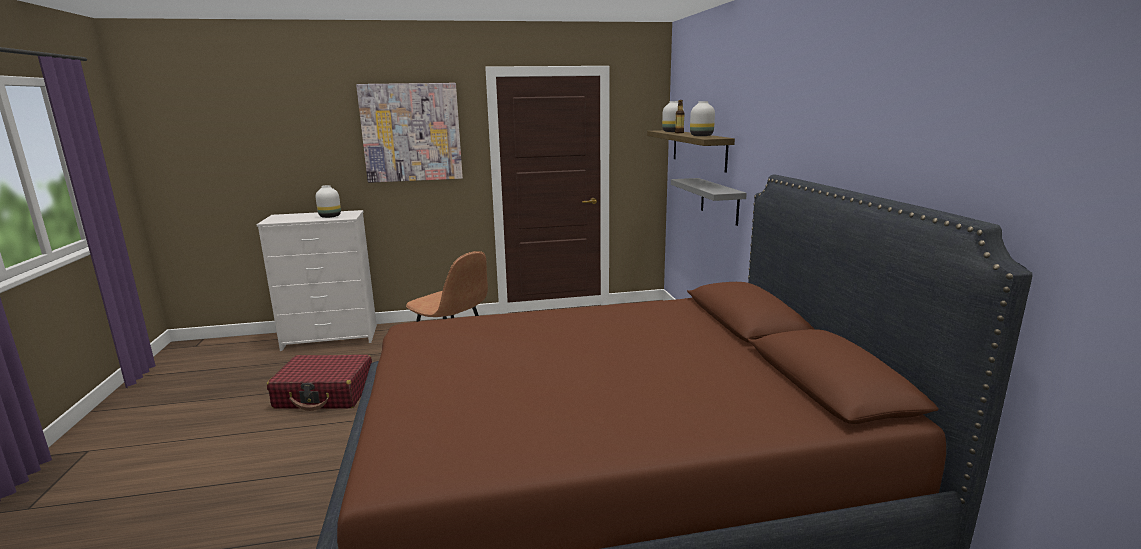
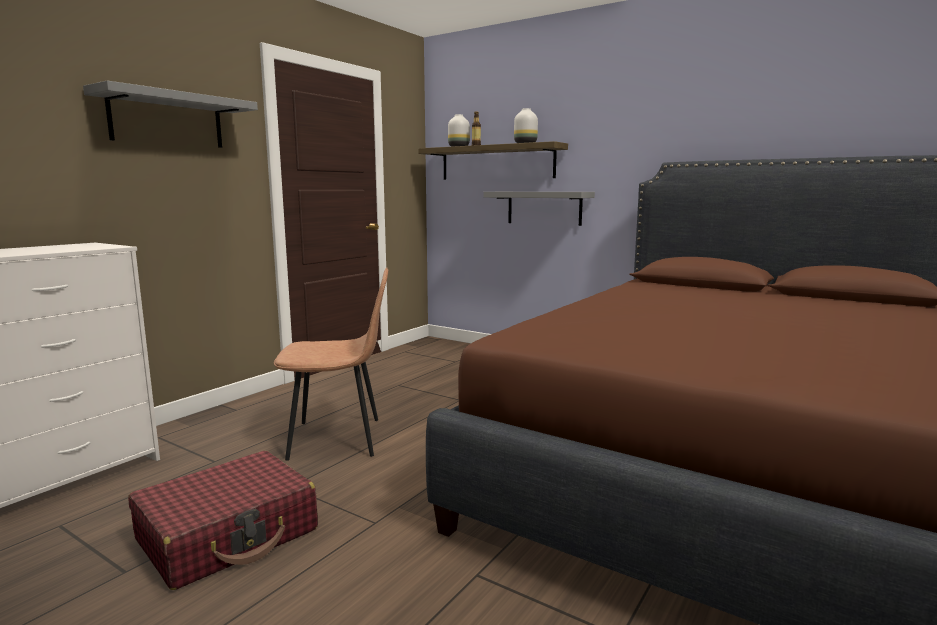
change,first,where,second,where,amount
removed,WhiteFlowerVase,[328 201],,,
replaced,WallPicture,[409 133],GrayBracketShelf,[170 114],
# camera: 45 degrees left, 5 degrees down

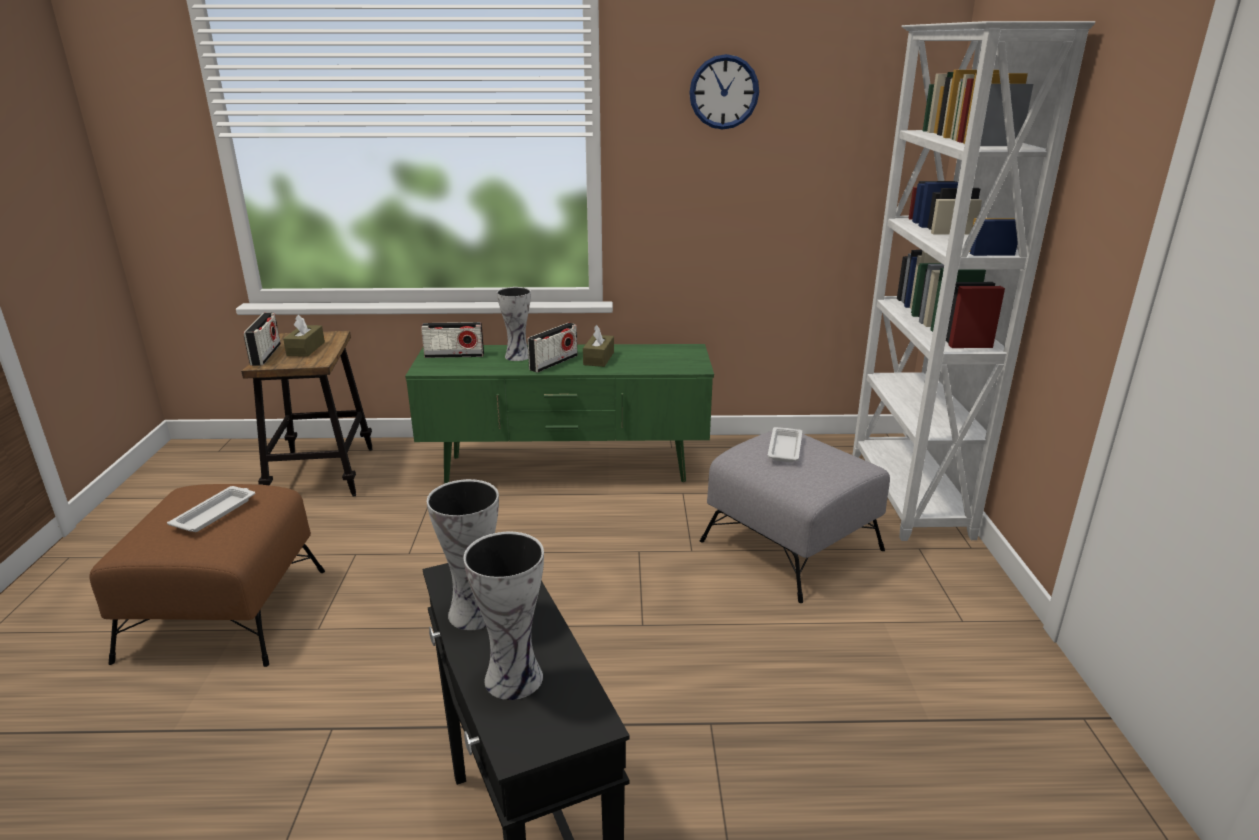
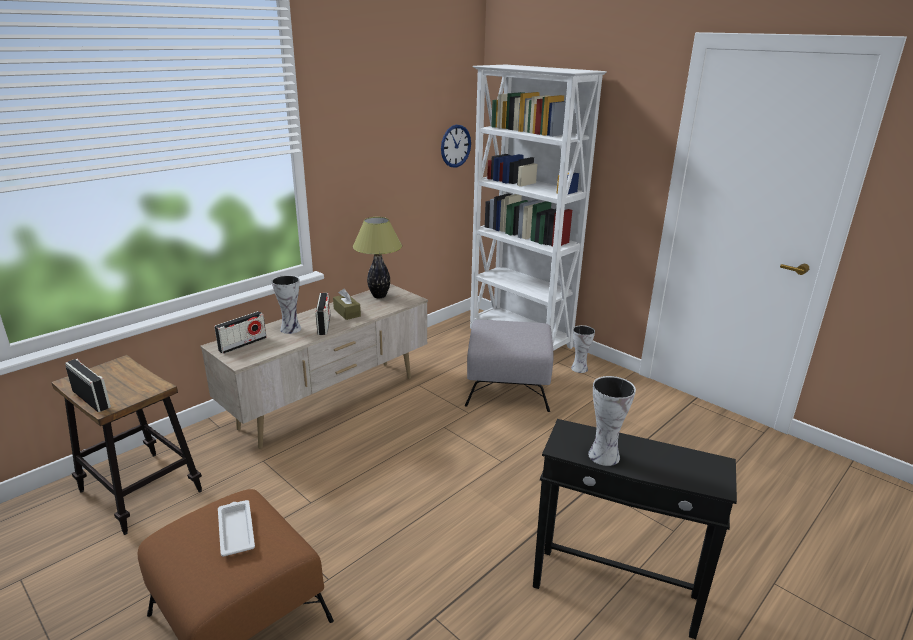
change,first,where,second,where,amount
removed,BrownishBoxOfTissues,[304 336],,,
removed,WhiteTray,[785 445],,,
added,,,TableLamp,[377 257],
moved,FlowerVase,[503 616],,[583 349],
moved,ClockOnTheWall,[724 92],,[456 146],
recoloured,GreenMediaConsole,[559 413],SandColouredMediaConsole,[314 366],
# camera: 45 degrees left, 0 degrees up

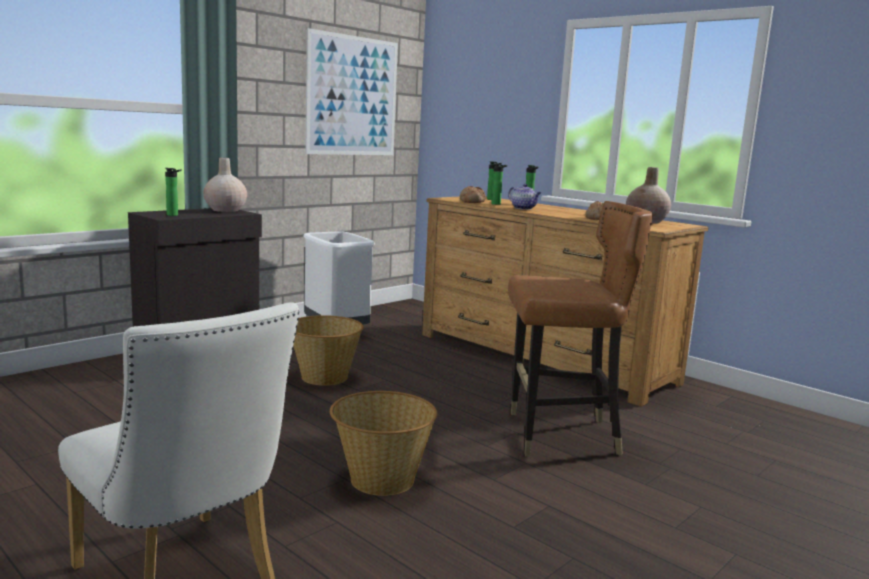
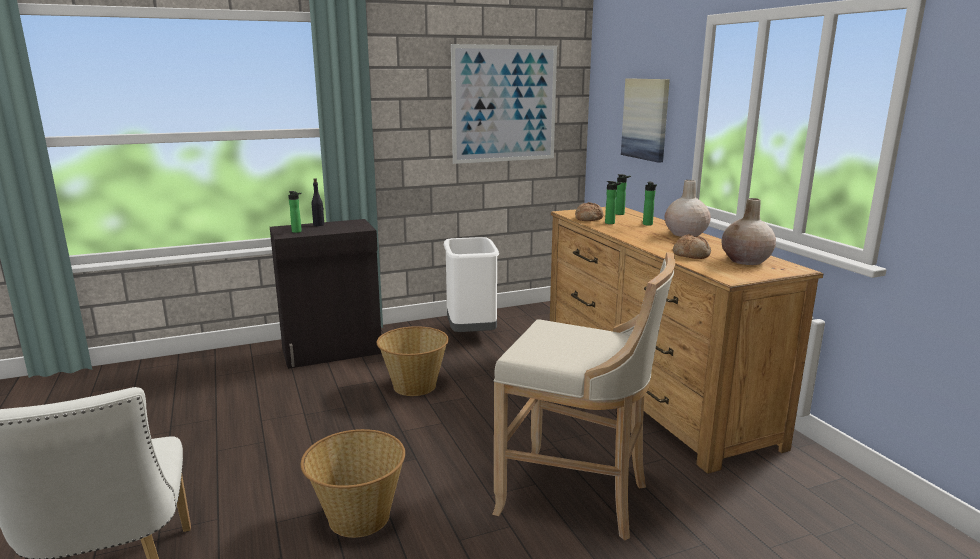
change,first,where,second,where,amount
removed,TeaPot,[525 197],,,
added,,,BlackColouredDrinkBottle,[318 202],
added,,,WallPicture,[645 120],
moved,SandColouredFlowerVase,[225 185],,[688 208],
replaced,BrownishChair,[580 329],SandColouredStool,[583 396],
# camera: 25 degrees right, 5 degrees up

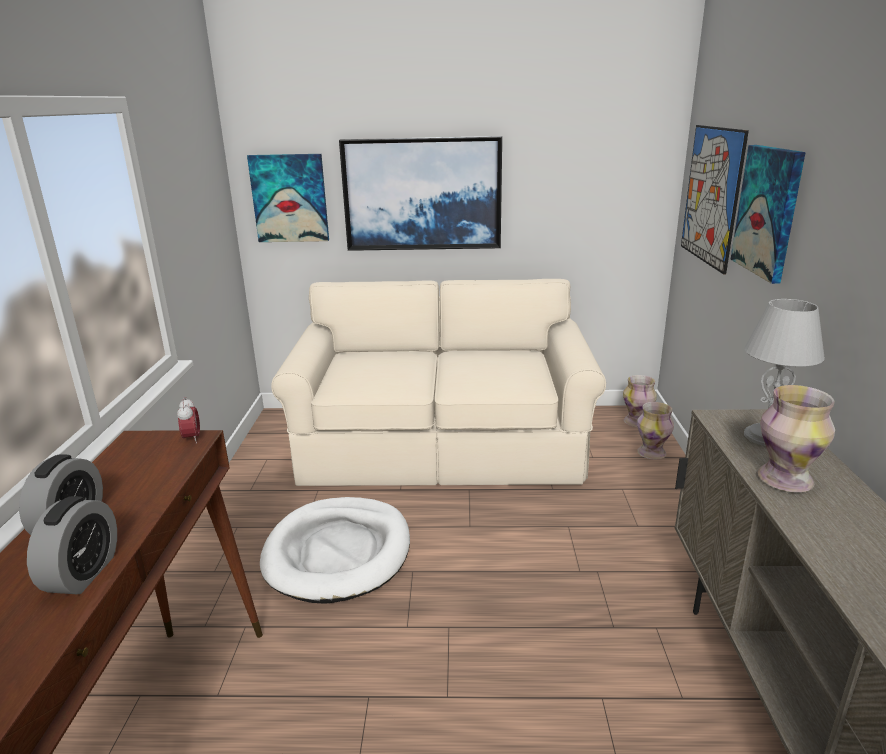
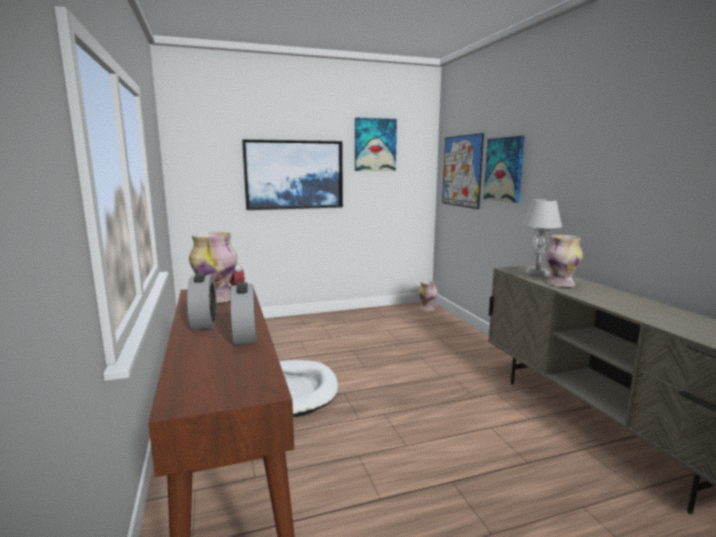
change,first,where,second,where,amount
removed,SandColouredSettee,[438 382],,,
moved,WallPicture,[288 198],,[376 144],
moved,FlowerVase,[655 430],,[213 267],
# camera: 20 degrees left, 10 degrees down

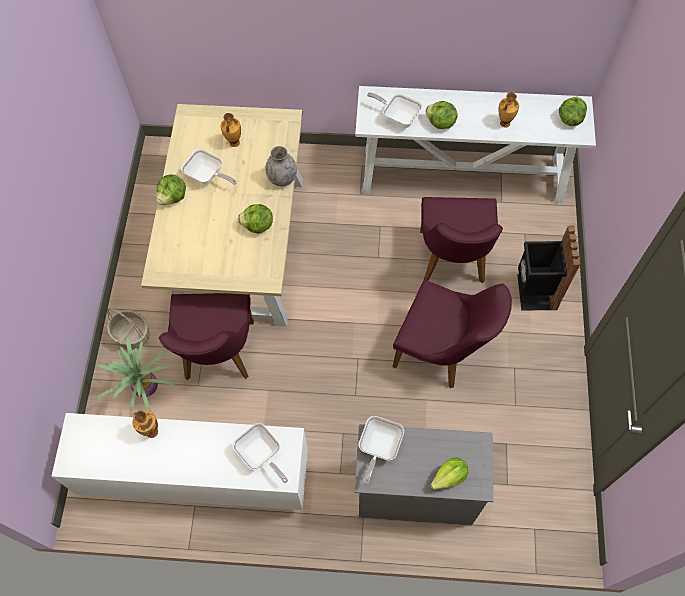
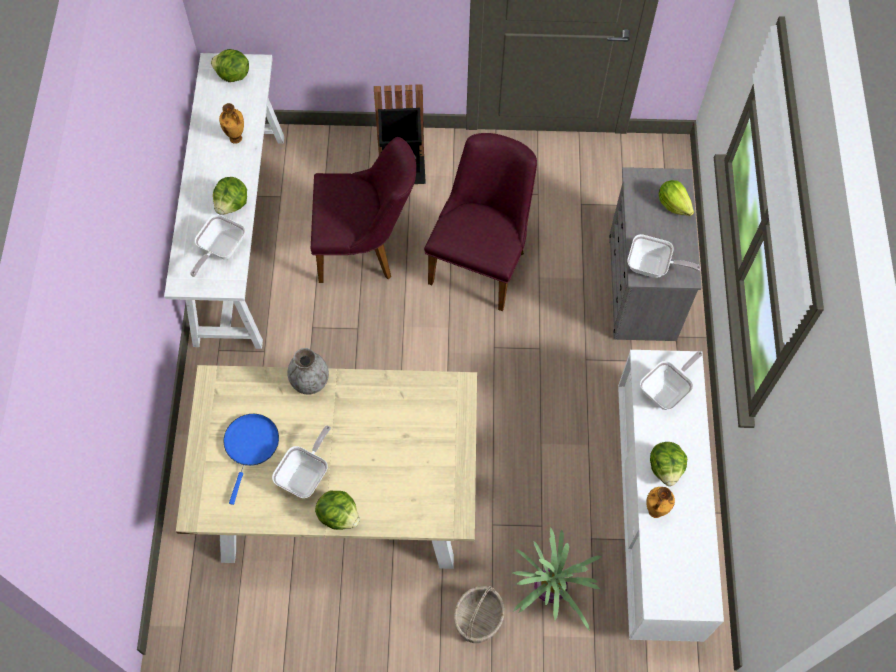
change,first,where,second,where,amount
removed,PurpleColouredChair,[206 336],,,
moved,HeadOfLettuce,[255 219],,[668 464],
replaced,FlowerVase,[231 130],BluishSkillet,[251 459],
# camera: 95 degrees left, 0 degrees up

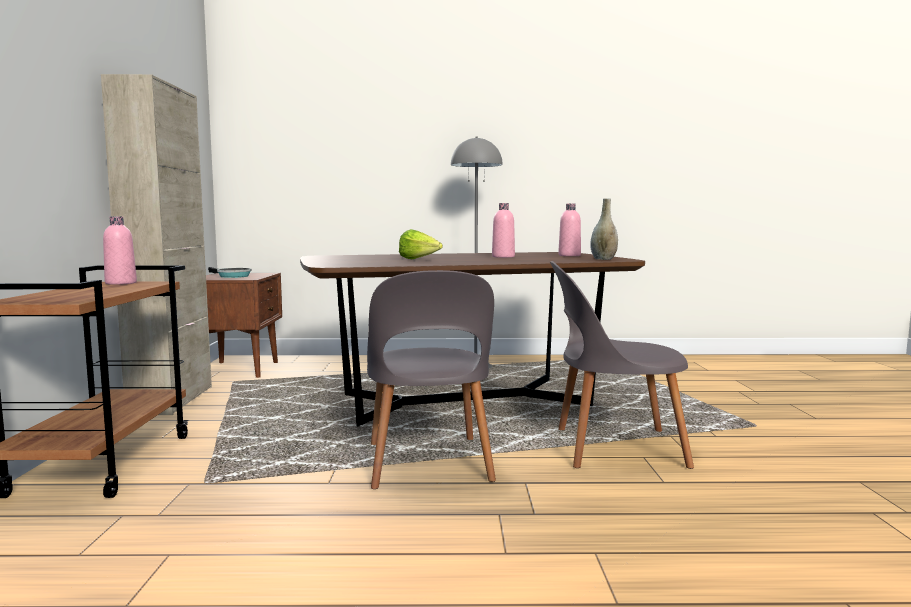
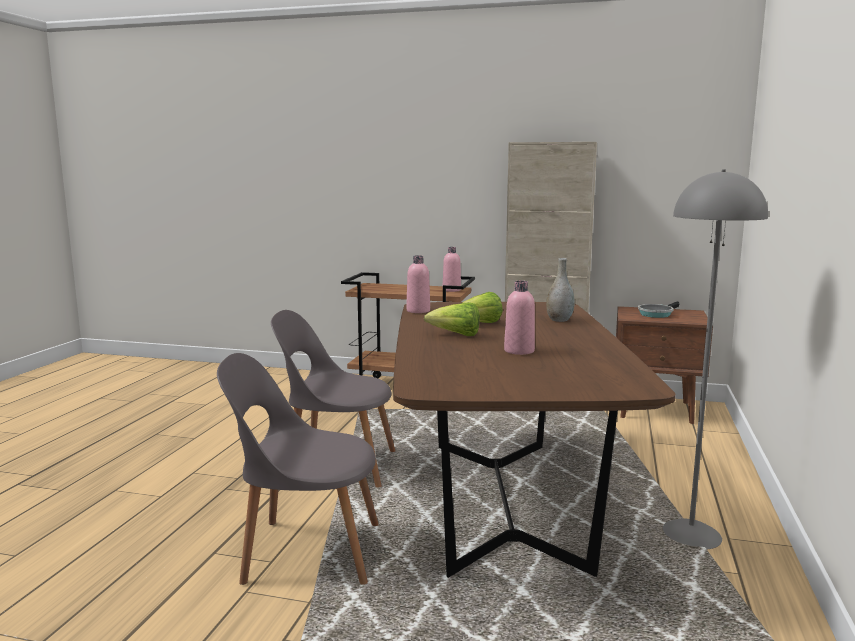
change,first,where,second,where,amount
added,,,HeadOfLettuce,[452 319],
moved,PinkishDrinkBottle,[569 230],,[418 284],
moved,GrayFlowerVase,[604 229],,[560 290],
turned,GrayChair,[622 365],,[298 469],105 degrees counterclockwise
# camera: 105 degrees right, 5 degrees up

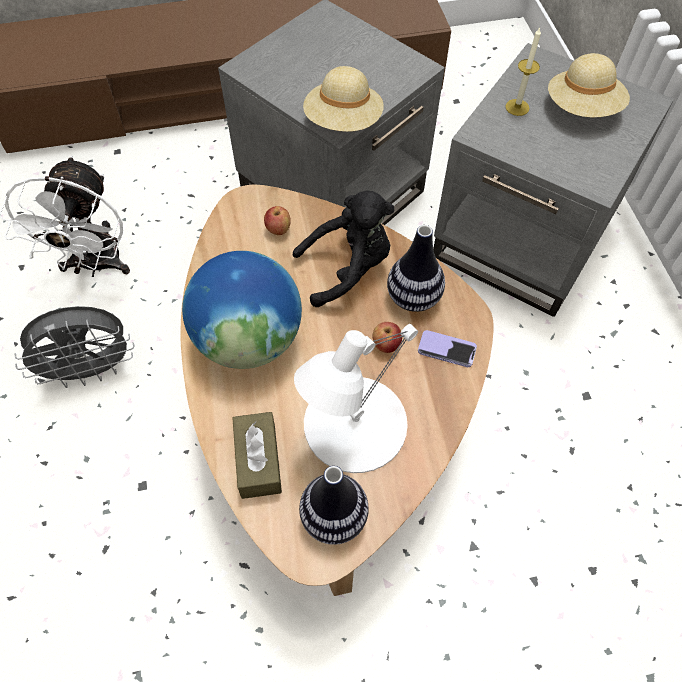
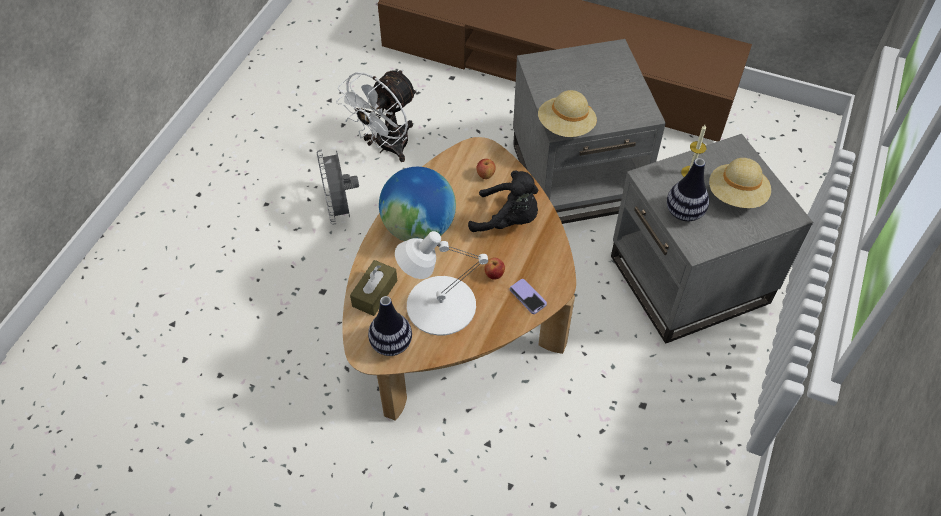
change,first,where,second,where,amount
moved,FlowerVase,[416 268],,[688 190],
turned,GrayFan,[74 347],,[338 187],60 degrees clockwise
# camera: 35 degrees right, 5 degrees down

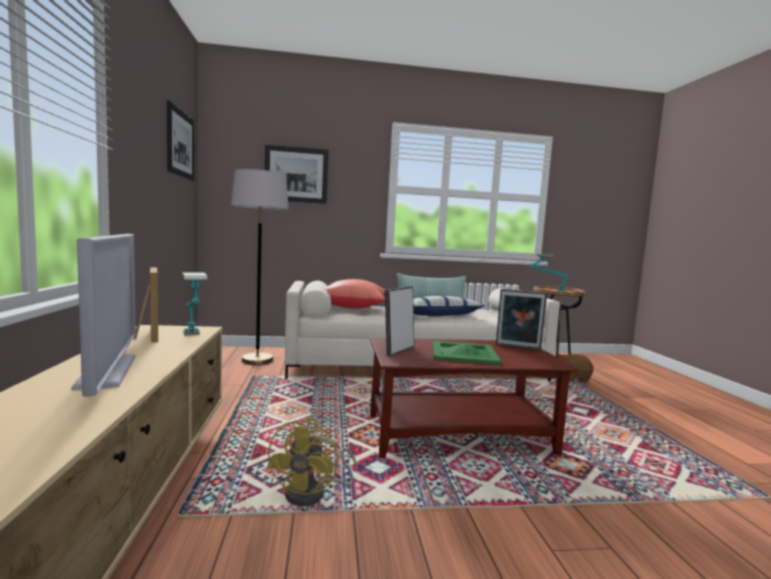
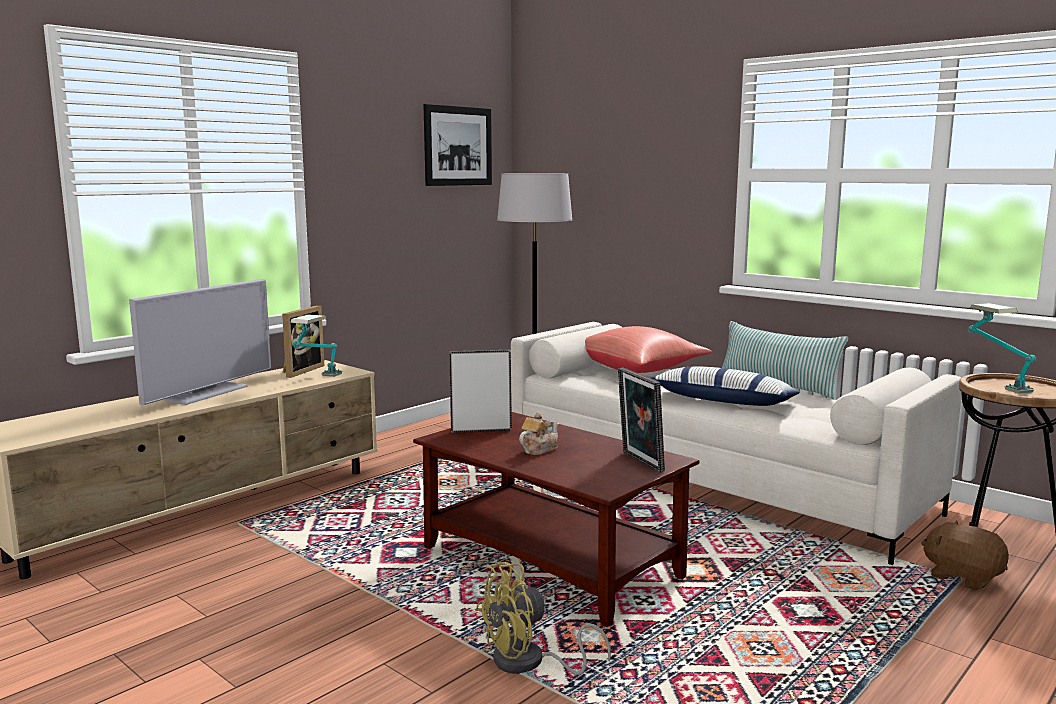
change,first,where,second,where,amount
removed,WallPicture,[296 174],,,
moved,YellowColouredFan,[311 461],,[543 618],
replaced,GreenTray,[466 353],TeaPot,[539 434],
# camera: 50 degrees right, 5 degrees up

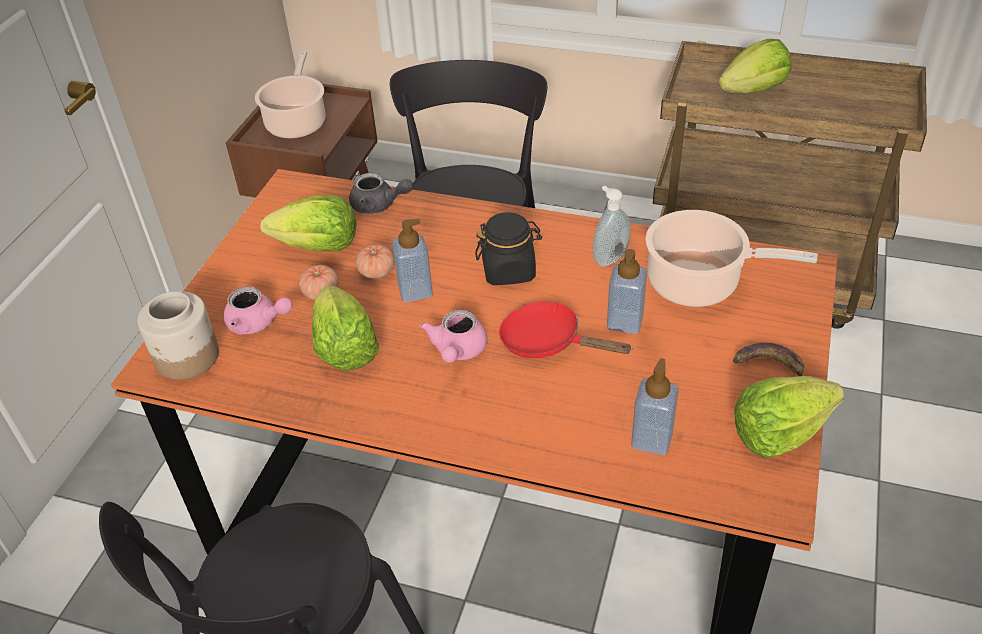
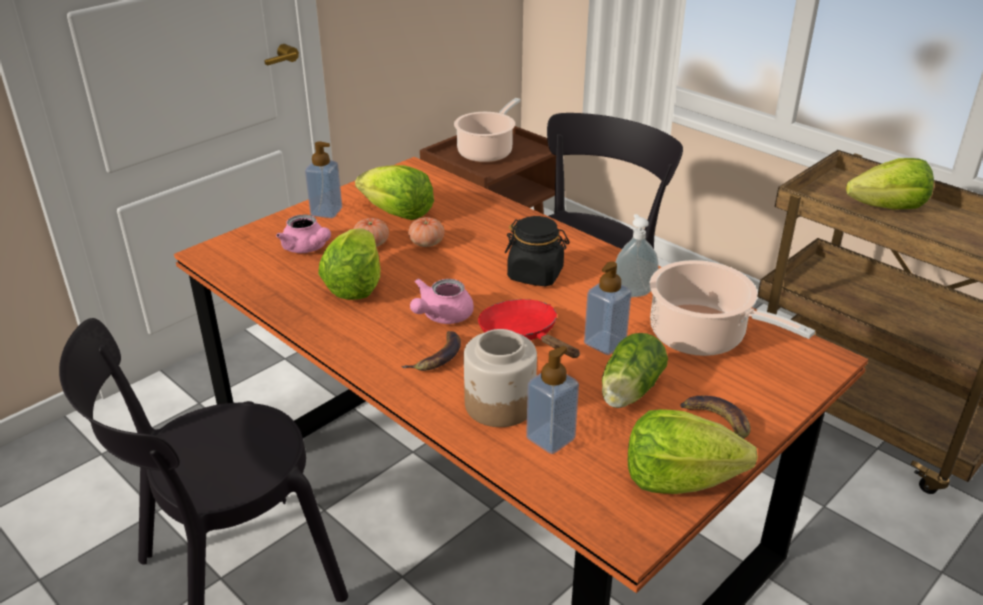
change,first,where,second,where,amount
removed,GrayTeaPot,[381 193],,,
added,,,WholeBanana,[431 351],
added,,,HeadOfLettuce,[635 370],
moved,PreserveJar,[178 335],,[500 378],
moved,SoapBottle,[412 260],,[323 179],
# camera: 25 degrees right, 10 degrees down

